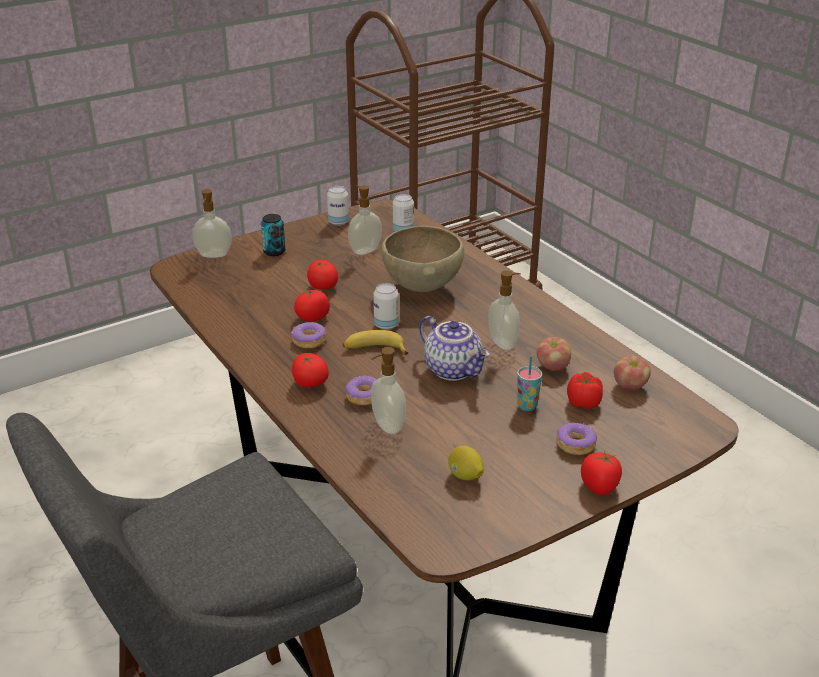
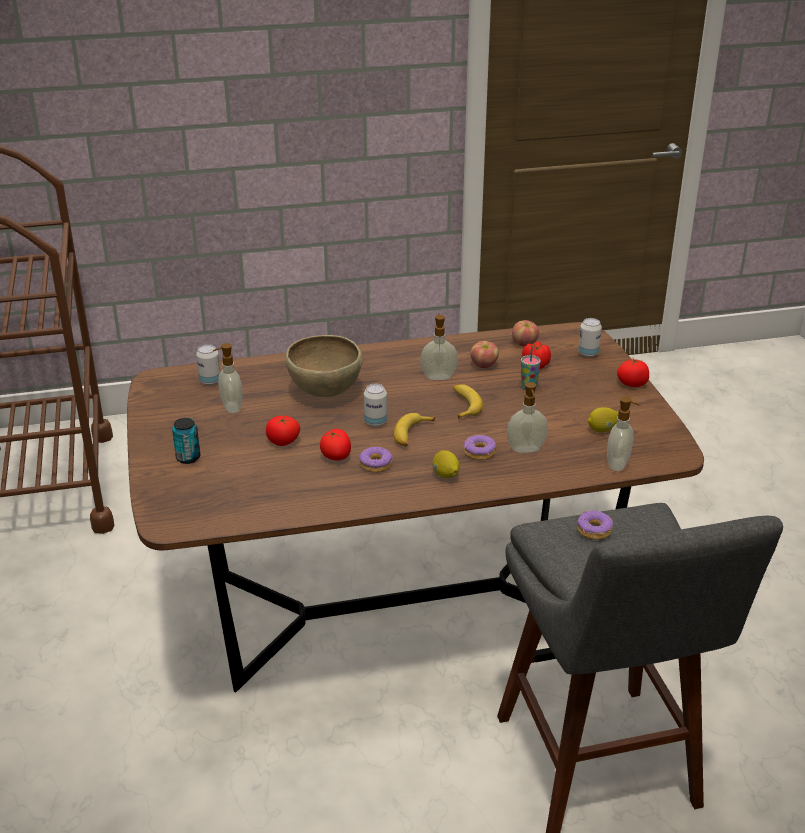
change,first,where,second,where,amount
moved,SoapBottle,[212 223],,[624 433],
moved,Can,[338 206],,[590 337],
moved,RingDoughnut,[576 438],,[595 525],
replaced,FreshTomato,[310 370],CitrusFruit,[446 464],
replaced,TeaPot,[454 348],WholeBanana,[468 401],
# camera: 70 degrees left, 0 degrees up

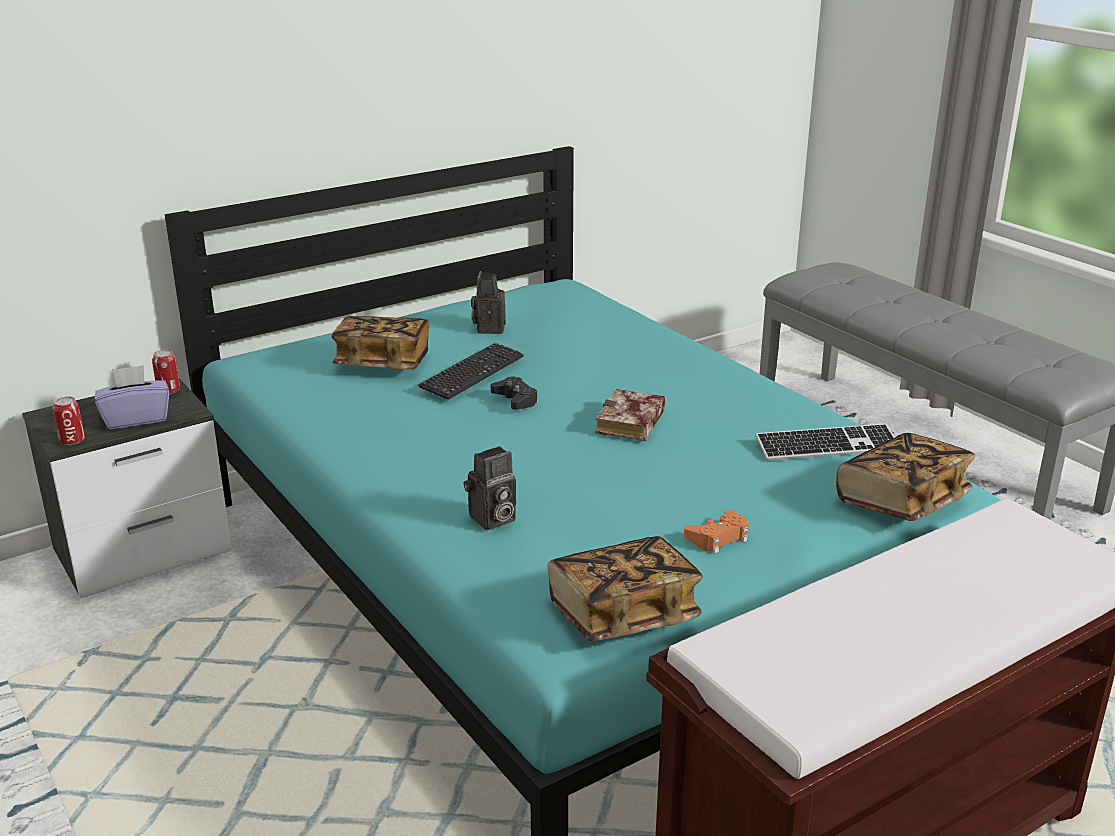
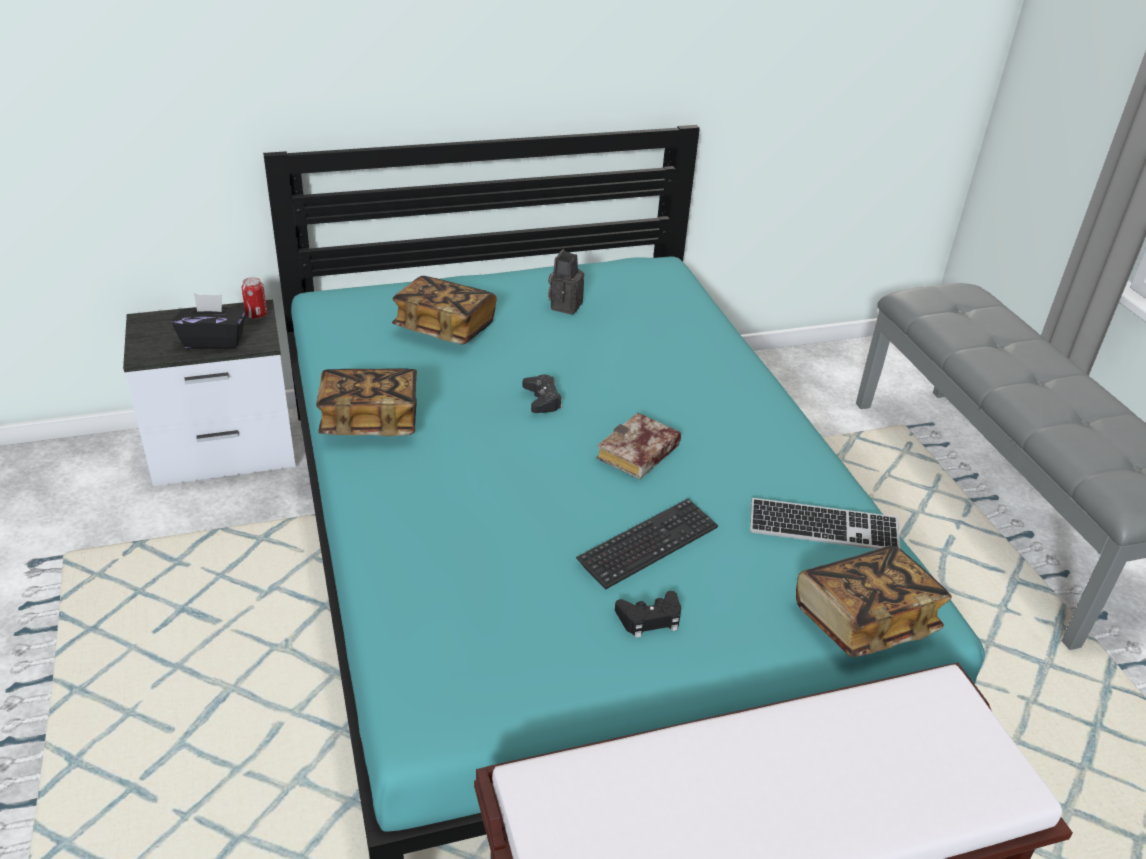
change,first,where,second,where,amount
removed,Can,[68 420],,,
removed,PhotoCamera,[490 488],,,
moved,PcKeyboard,[471 371],,[647 544],
moved,Volume,[625 588],,[366 402],
recoloured,PurpleColouredBoxOfTissues,[132 397],BlackColouredBoxOfTissues,[209 321],
recoloured,OrangeColouredJoypad,[716 532],BlackColouredJoypad,[648 614],
# camera: 15 degrees right, 10 degrees up

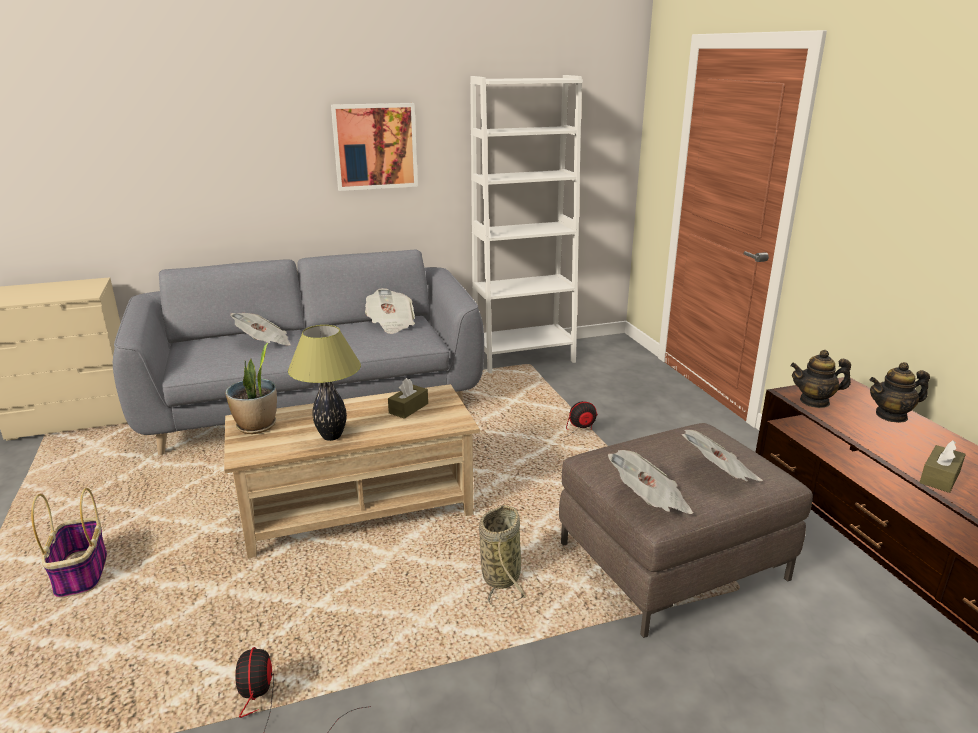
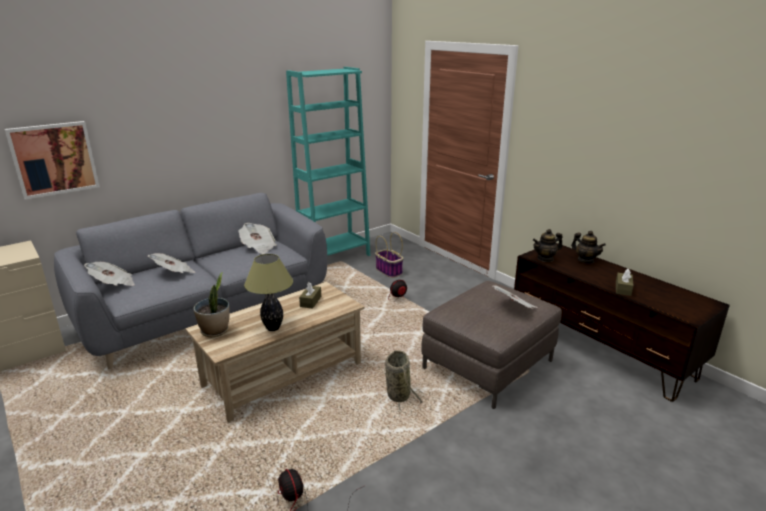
change,first,where,second,where,amount
moved,HouseholdBasket,[69 543],,[389 255],
moved,WallPicture,[374 147],,[52 160],
moved,DailyPaper,[651 482],,[109 274],
recoloured,WhiteBookshelf,[526 224],TurquoiseColouredBookshelf,[328 161],
turned,TeaPot,[900 392],,[588 247],105 degrees counterclockwise
# camera: 20 degrees left, 0 degrees up

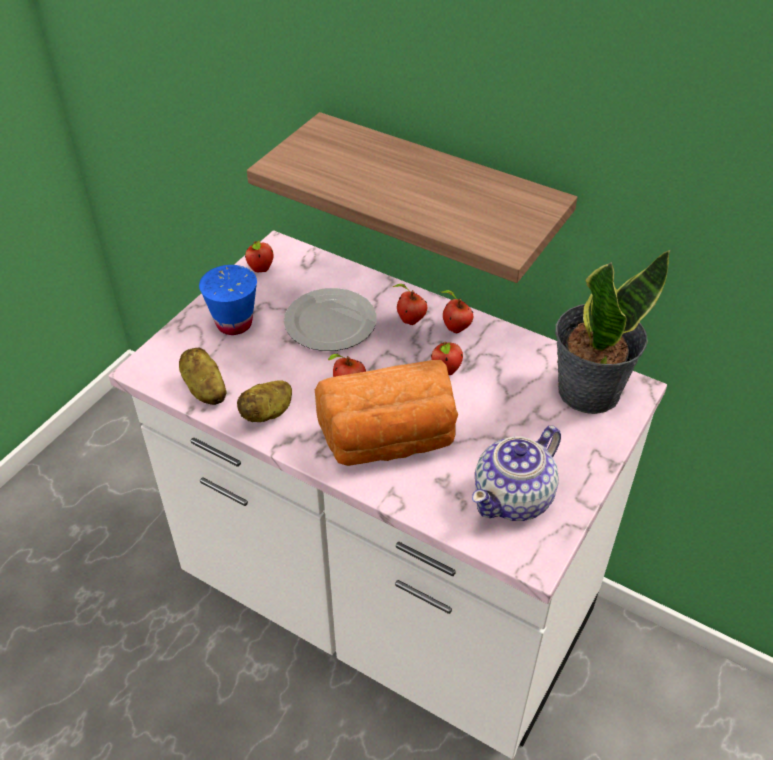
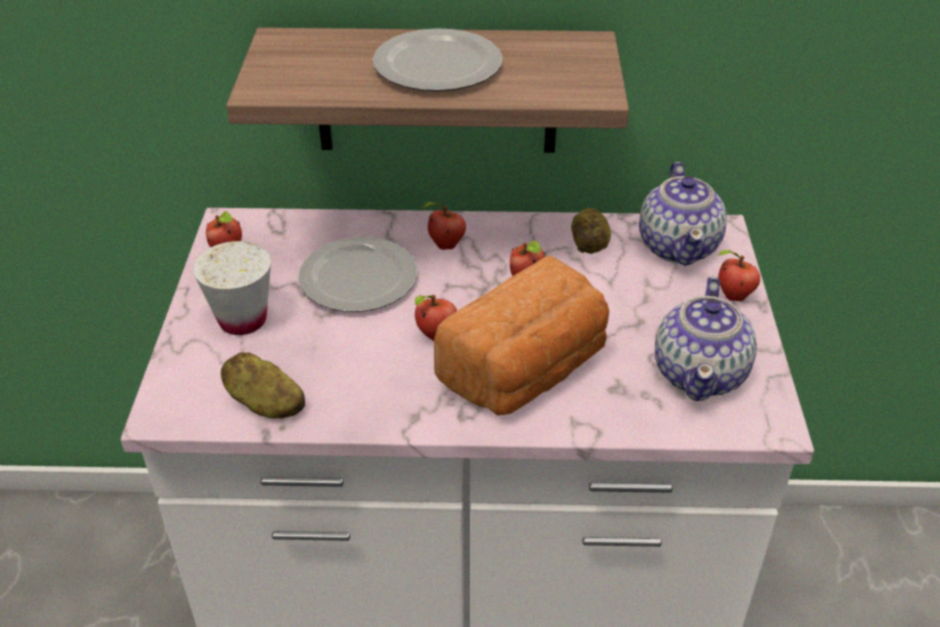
change,first,where,second,where,amount
added,,,FlatDish,[438 59],
moved,WholePotato,[264 401],,[591 231],
moved,WholeApple,[457 311],,[739 275],
replaced,PlantInAPot,[613 332],TeaPot,[683 214],
recoloured,BluishSmallCup,[228 300],WhiteSmallCup,[232 288],
# camera: 30 degrees left, 5 degrees down

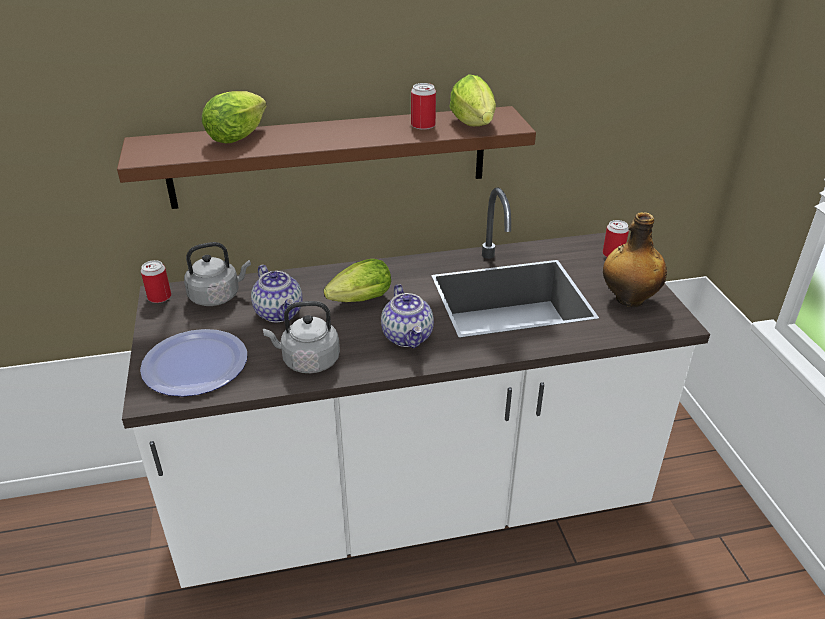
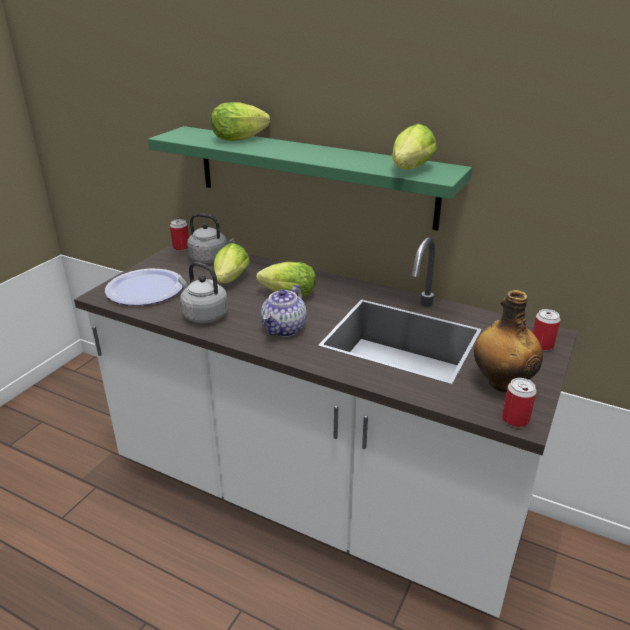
change,first,where,second,where,amount
moved,Can,[423 106],,[519 403],
replaced,TeaPot,[277 293],HeadOfLettuce,[231 263],
recoloured,BrownishBracketShelf,[326 157],GreenBracketShelf,[310 178],
# camera: 40 degrees right, 5 degrees down

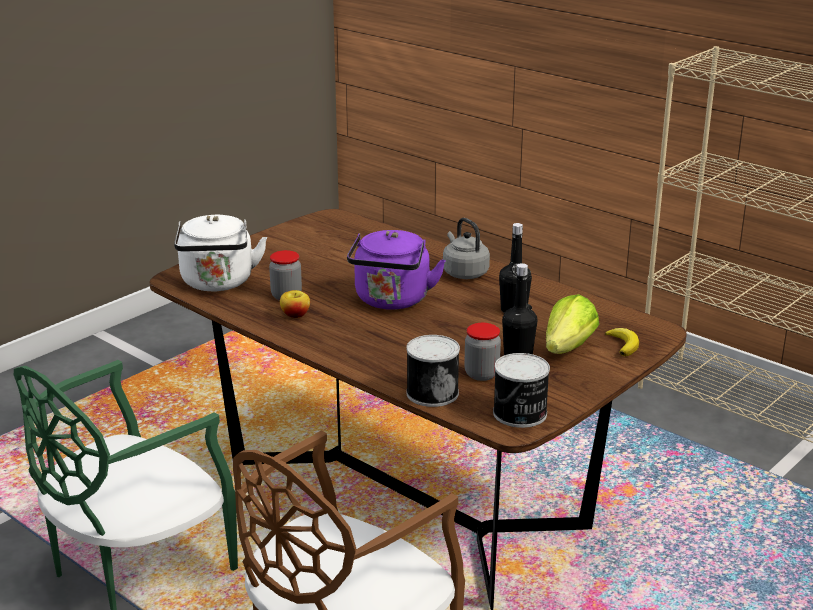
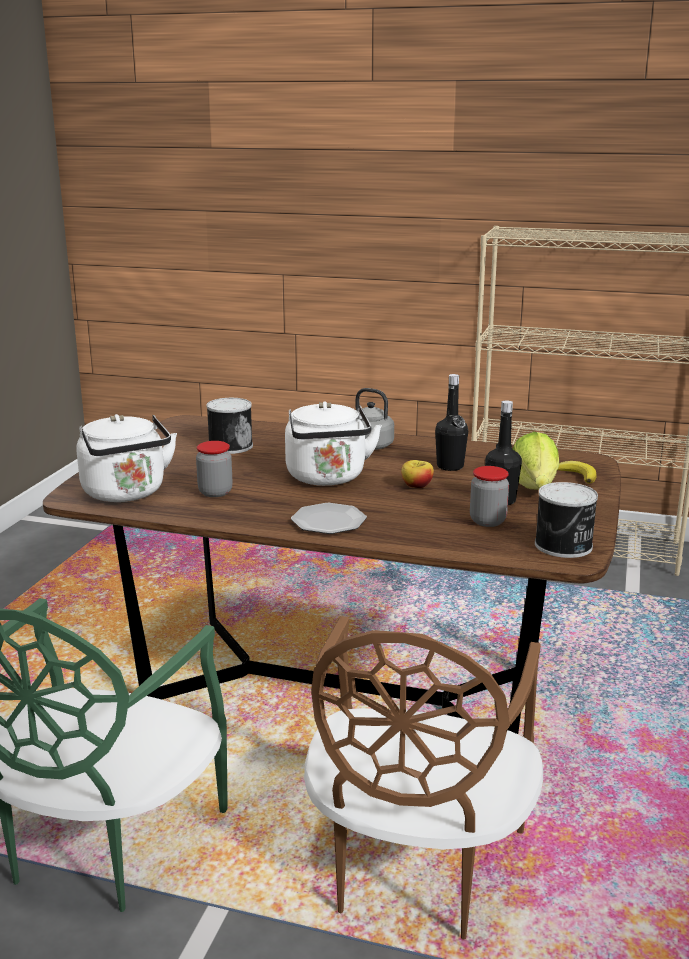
change,first,where,second,where,amount
added,,,FlatDish,[329 518],
moved,WholeApple,[295 304],,[417 474],
moved,Can,[433 371],,[229 426],
recoloured,PurpleColouredWaterKettle,[396 269],WhiteWaterKettle,[333 443],
# camera: 25 degrees left, 5 degrees down

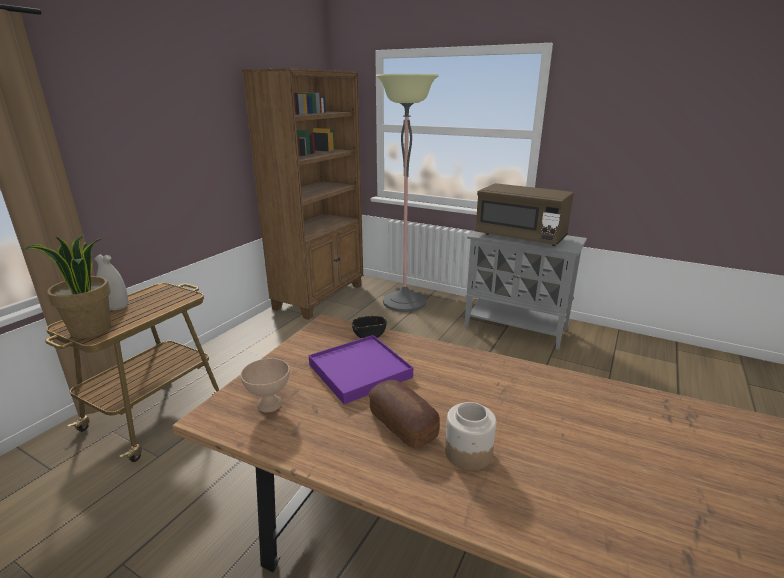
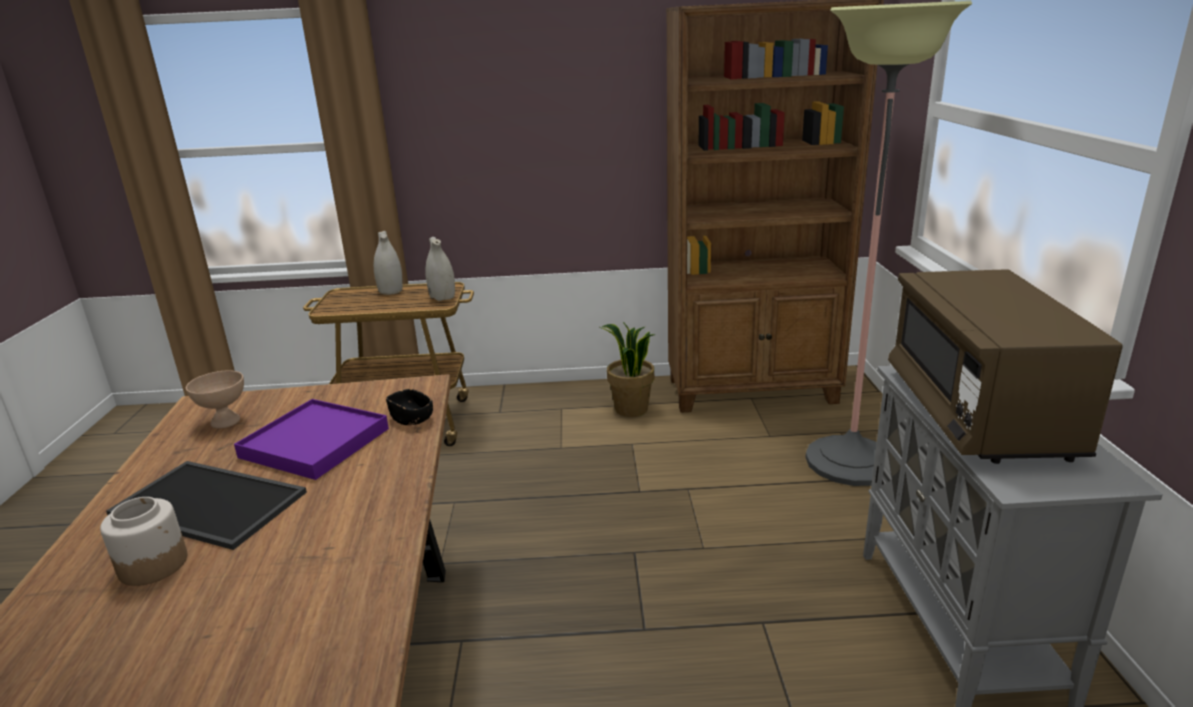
change,first,where,second,where,amount
added,,,WhiteFlowerVase,[440 269],
moved,PlantInAPot,[67 287],,[627 369],
replaced,BakedBread,[404 414],Tray,[206 505],
# camera: 60 degrees right, 0 degrees up

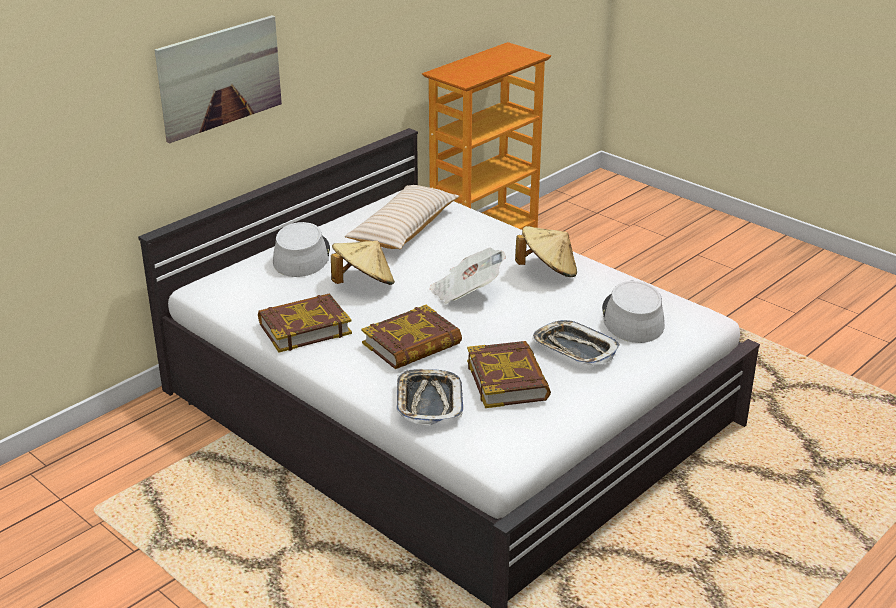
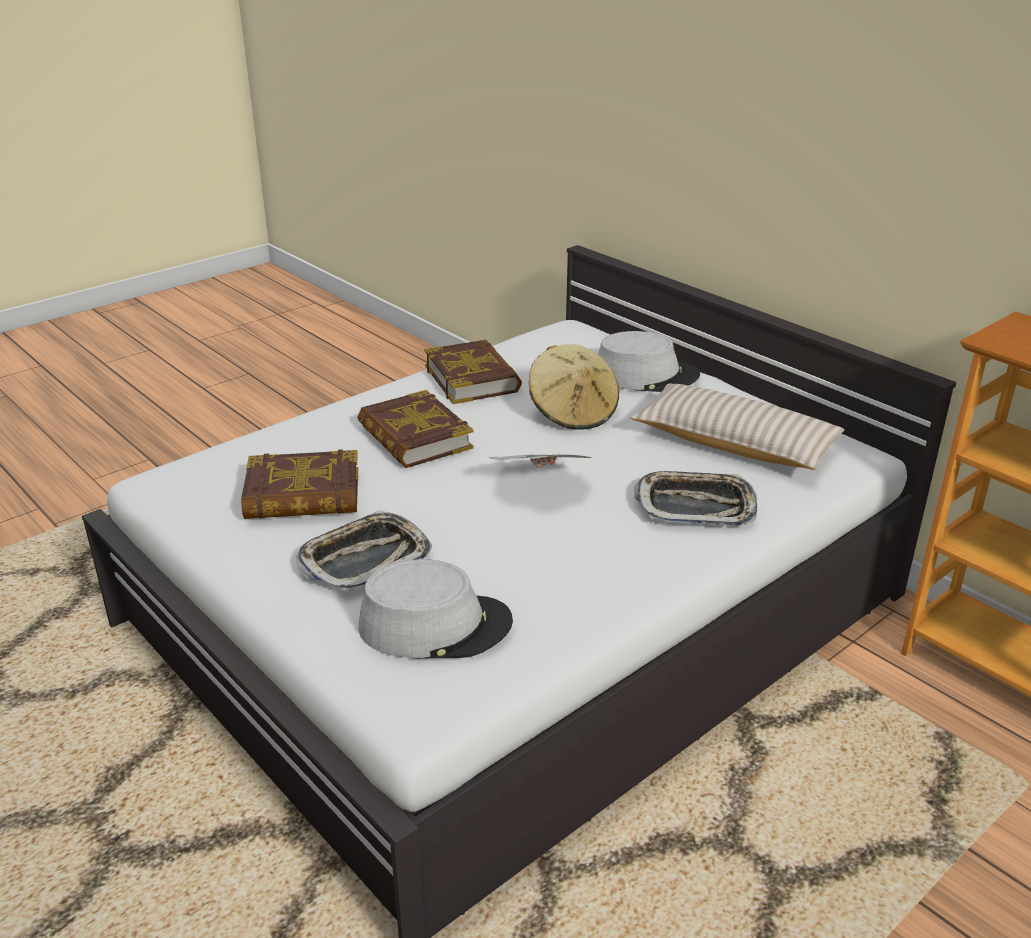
change,first,where,second,where,amount
removed,WallPicture,[218 79],,,
removed,SandColouredWearableHat,[546 251],,,
moved,Tray,[430 397],,[695 498],
# camera: 95 degrees right, 0 degrees up

